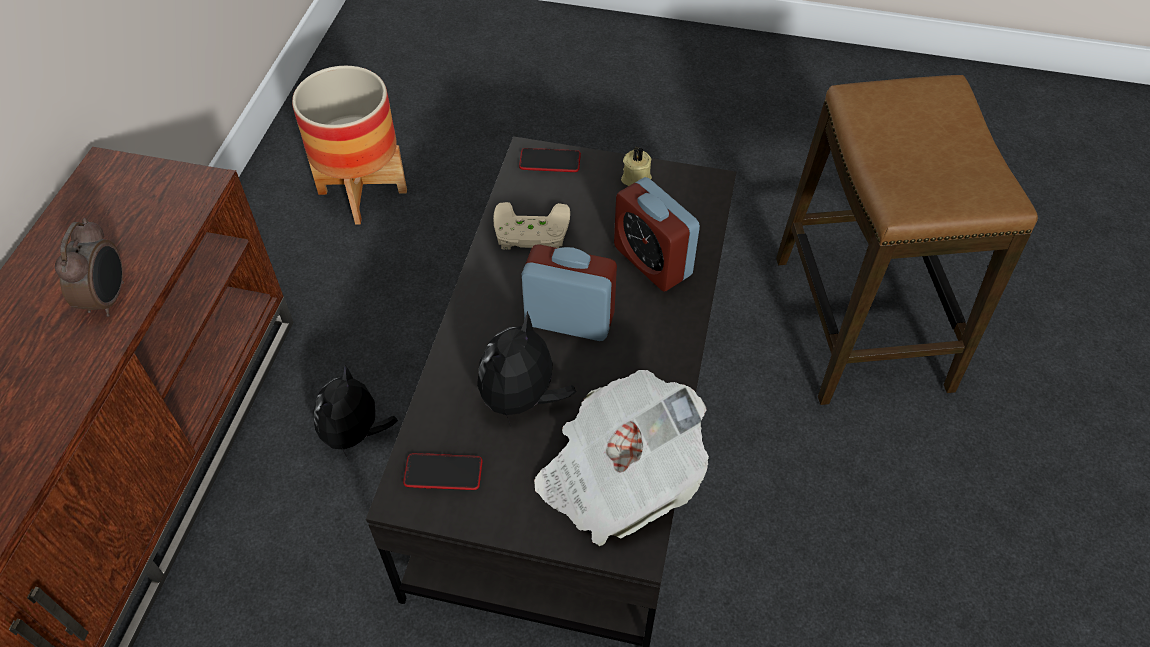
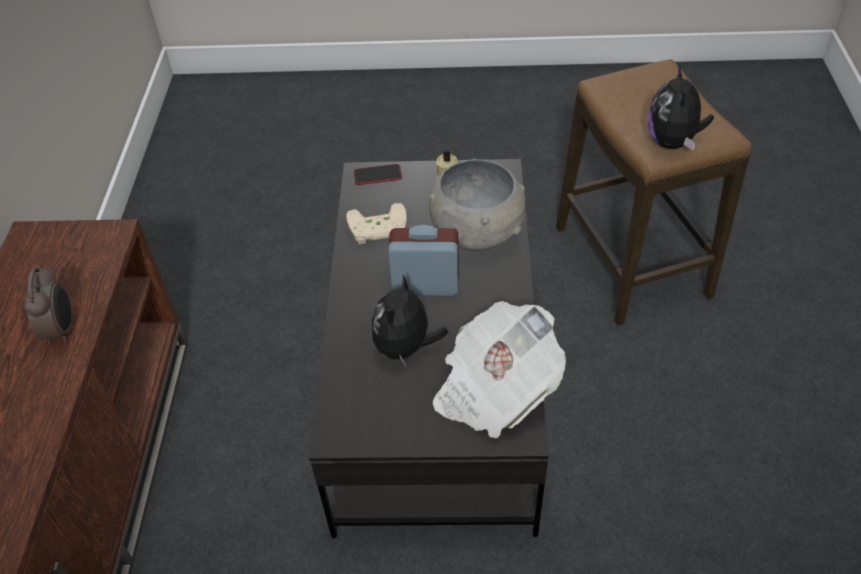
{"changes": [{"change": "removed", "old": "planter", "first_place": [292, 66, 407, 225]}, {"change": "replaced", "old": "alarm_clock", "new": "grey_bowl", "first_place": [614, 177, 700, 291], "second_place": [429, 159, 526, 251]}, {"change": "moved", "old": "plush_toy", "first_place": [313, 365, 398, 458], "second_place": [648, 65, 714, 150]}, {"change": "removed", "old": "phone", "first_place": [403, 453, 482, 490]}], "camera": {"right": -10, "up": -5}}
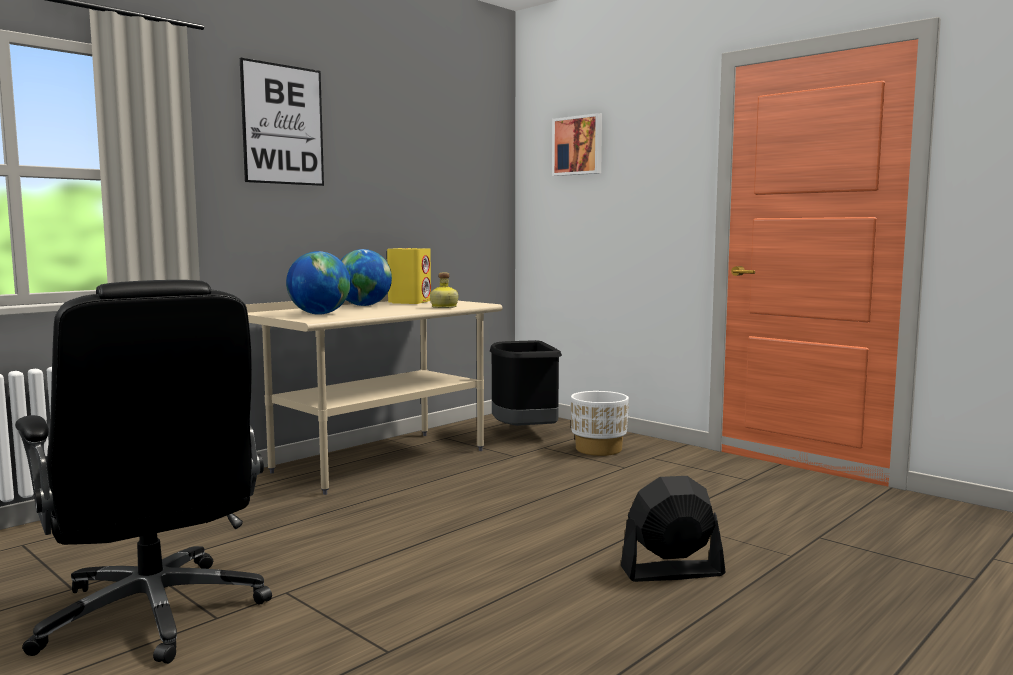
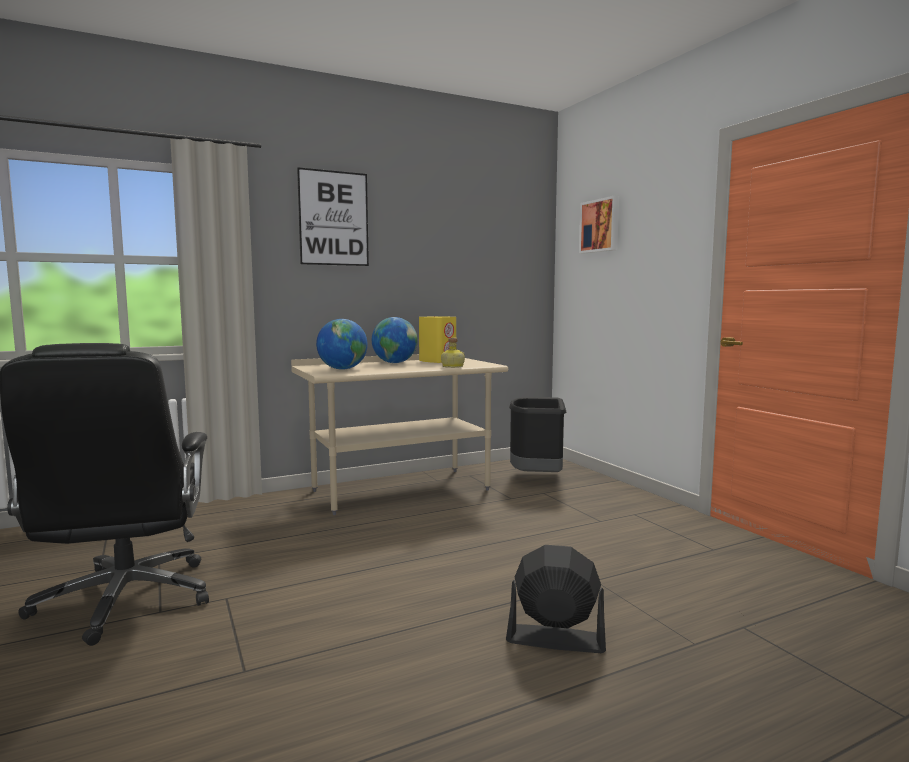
{"changes": [{"change": "removed", "old": "white_planter", "first_place": [571, 391, 629, 456]}], "camera": {"right": 20, "up": 0}}
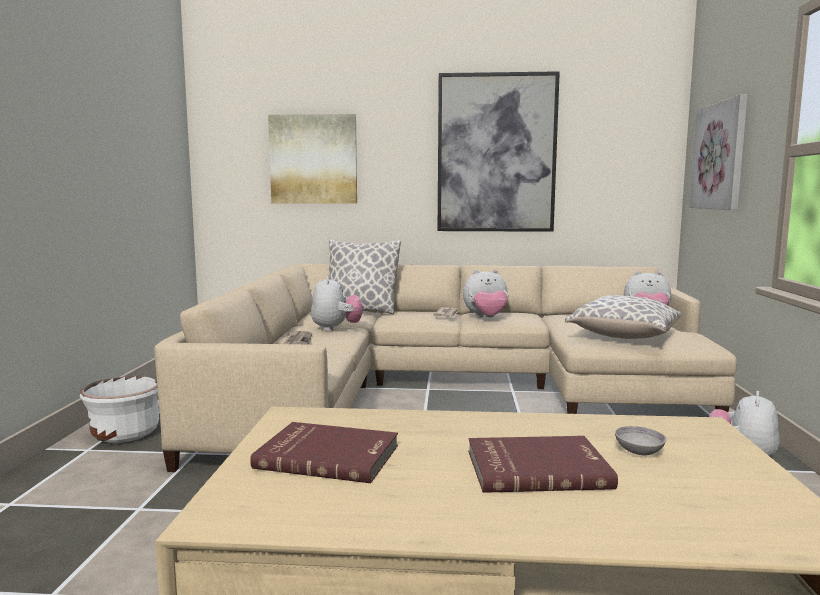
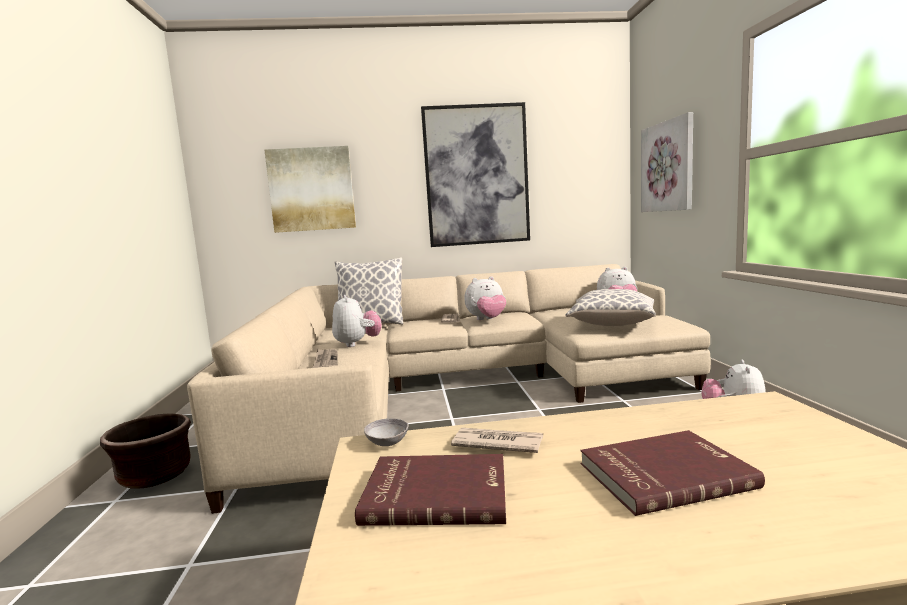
{"changes": [{"change": "recoloured", "old": "white_planter", "new": "brown_planter", "first_place": [80, 376, 159, 443], "second_place": [100, 413, 191, 489]}, {"change": "moved", "old": "grey_bowl", "first_place": [615, 426, 666, 455], "second_place": [364, 418, 409, 446]}, {"change": "added", "new": "newspaper", "second_place": [451, 428, 543, 453]}], "camera": {"right": -10, "up": 0}}
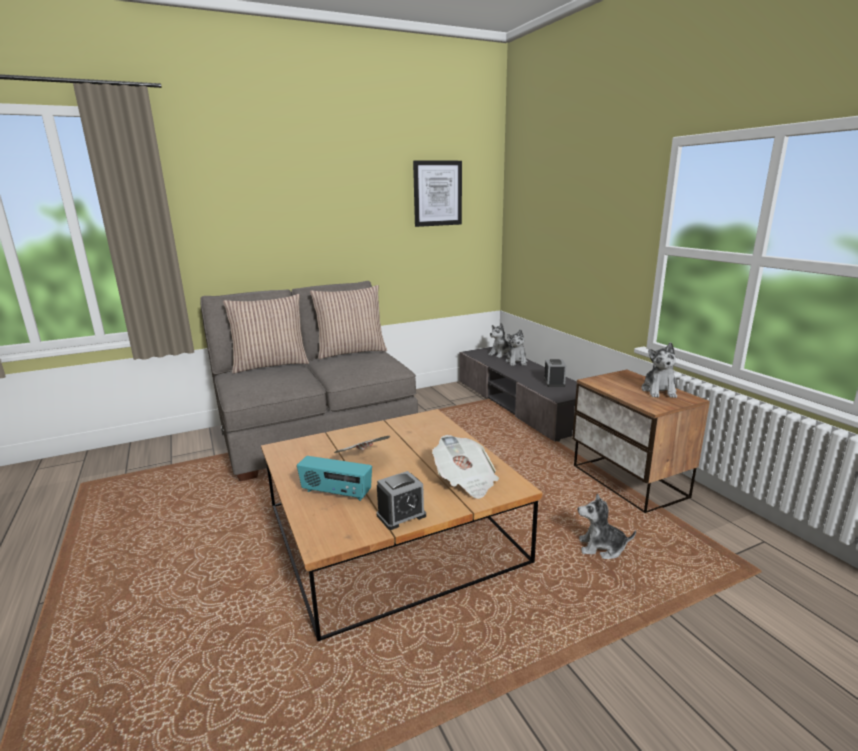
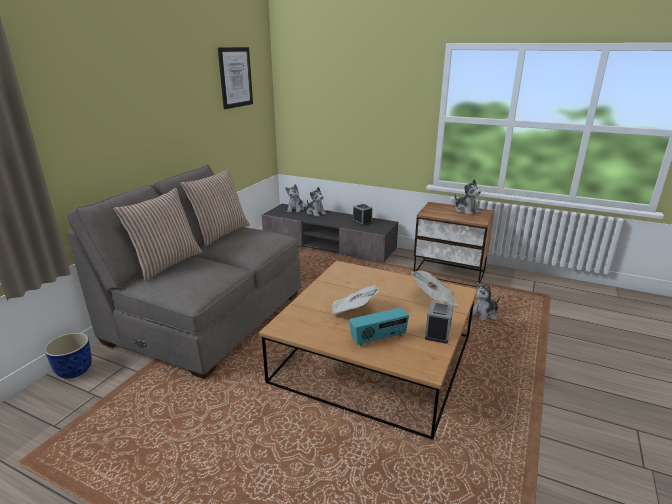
{"changes": [{"change": "added", "new": "planter", "second_place": [44, 333, 92, 379]}], "camera": {"right": -40, "up": 5}}
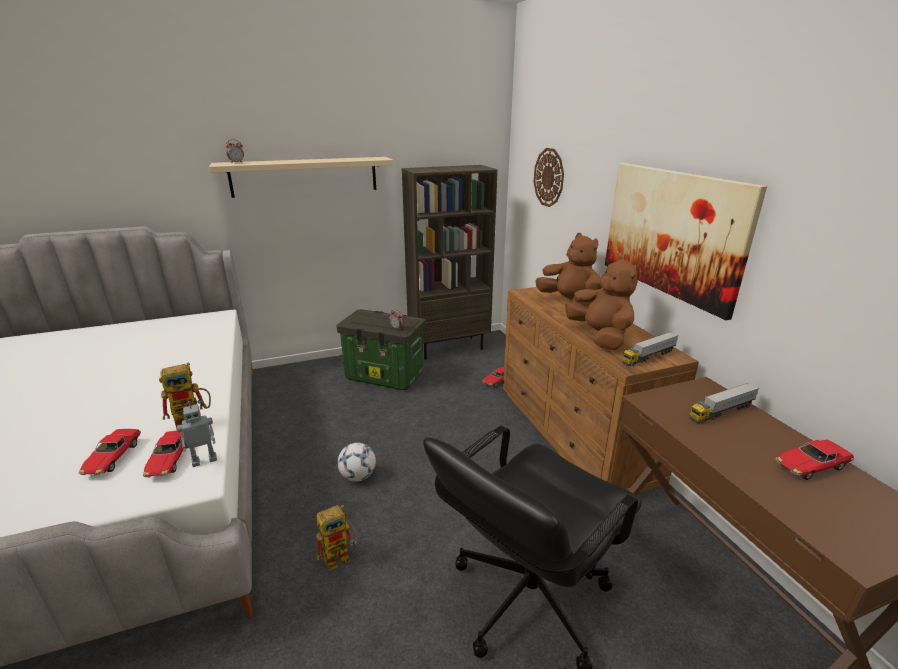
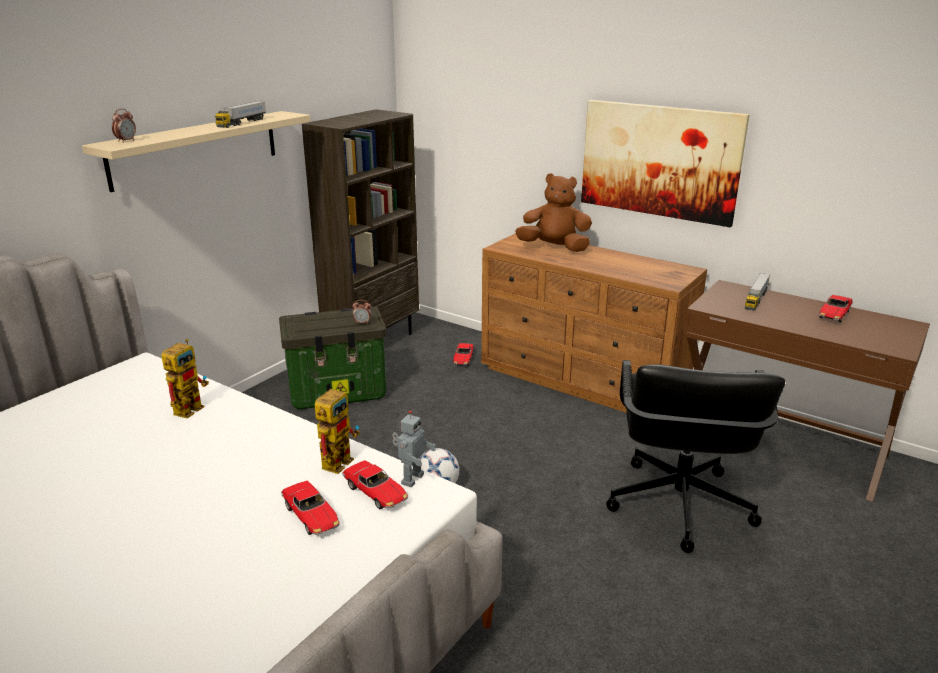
{"changes": [{"change": "removed", "old": "wall_clock", "first_place": [534, 148, 564, 207]}, {"change": "removed", "old": "brown_plush_toy", "first_place": [565, 256, 638, 350]}, {"change": "moved", "old": "toy_truck", "first_place": [622, 332, 679, 366], "second_place": [215, 101, 266, 128]}, {"change": "moved", "old": "toy_robot", "first_place": [316, 505, 357, 571], "second_place": [161, 339, 209, 418]}], "camera": {"right": -35, "up": 0}}
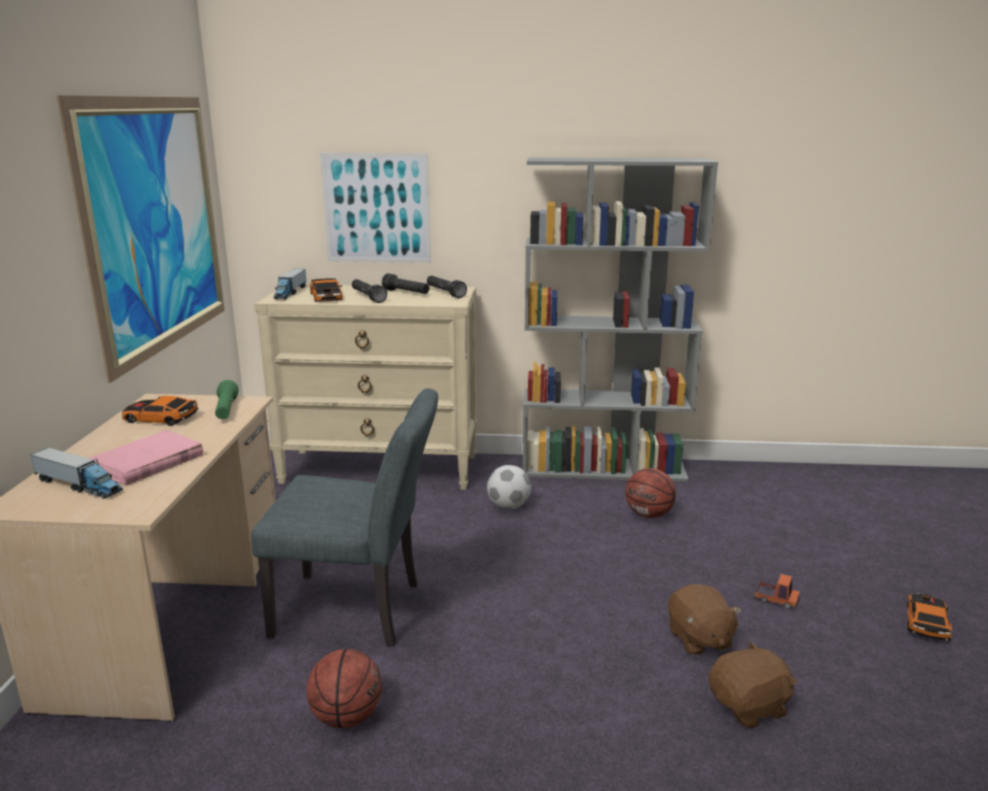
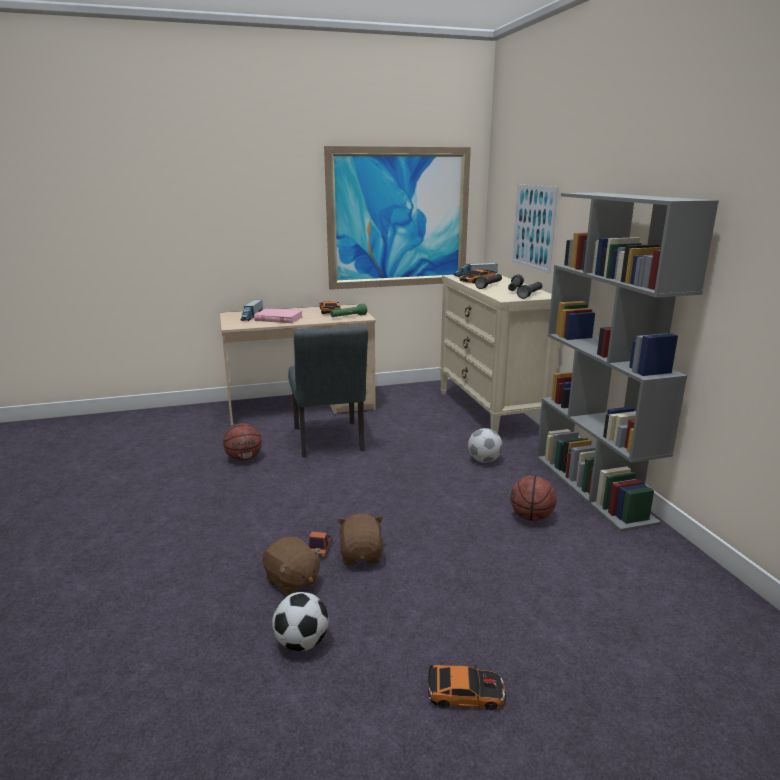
{"changes": [{"change": "moved", "old": "toy_truck", "first_place": [754, 574, 800, 609], "second_place": [308, 532, 333, 558]}, {"change": "turned", "old": "brown_plush_toy", "first_place": [668, 584, 742, 655], "second_place": [337, 514, 383, 565], "degrees": 120}, {"change": "added", "new": "football", "second_place": [272, 592, 329, 651]}], "camera": {"right": 70, "up": 0}}
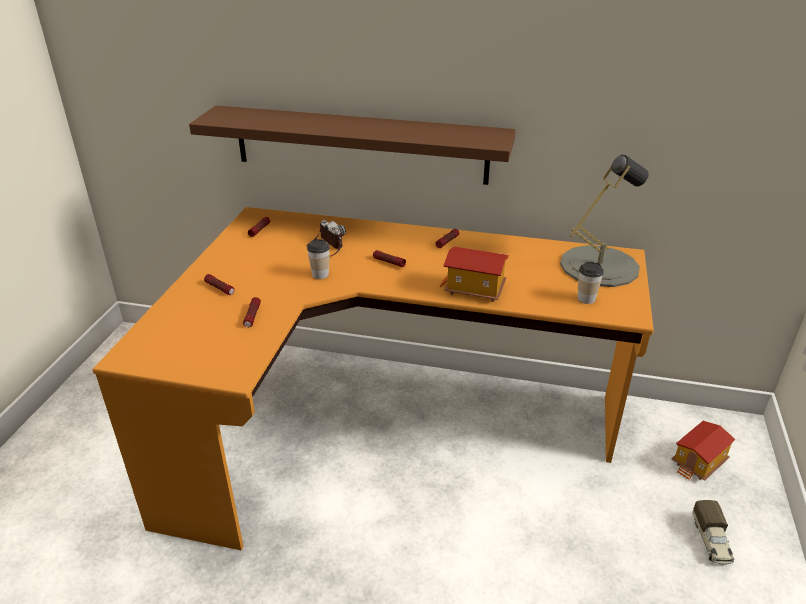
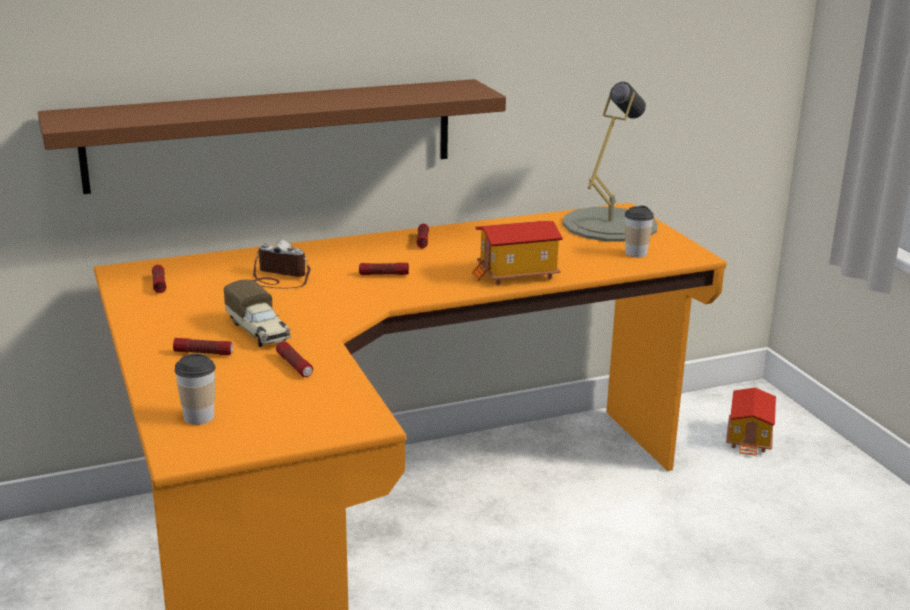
{"changes": [{"change": "moved", "old": "cup", "first_place": [307, 239, 330, 279], "second_place": [174, 354, 216, 425]}, {"change": "moved", "old": "toy_truck", "first_place": [692, 500, 735, 565], "second_place": [224, 280, 292, 347]}], "camera": {"right": -35, "up": -10}}
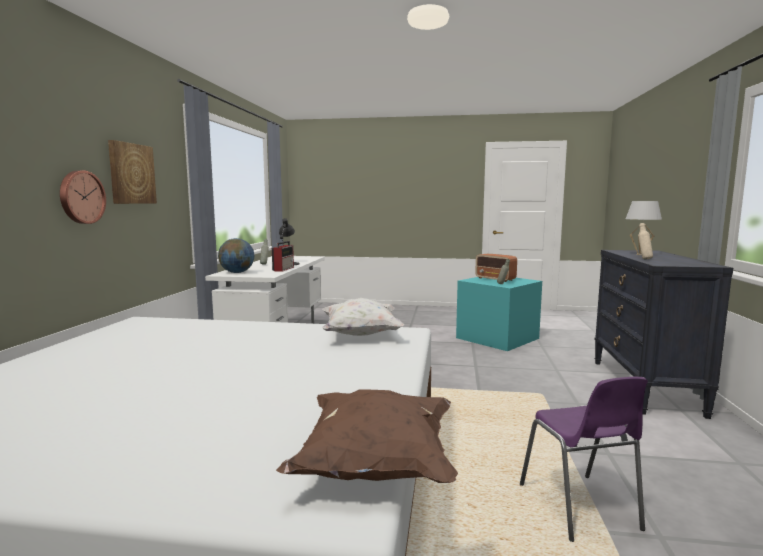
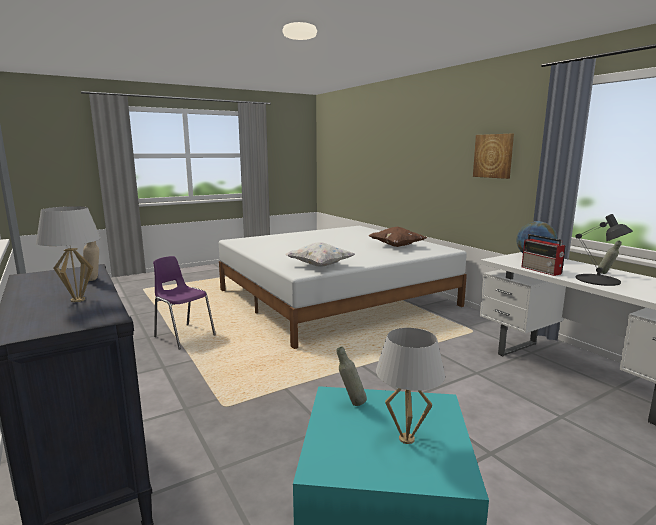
{"changes": [{"change": "removed", "old": "wall_clock", "first_place": [60, 170, 106, 224]}, {"change": "replaced", "old": "radio", "new": "white_table_lamp", "first_place": [475, 254, 517, 282], "second_place": [376, 328, 445, 444]}, {"change": "moved", "old": "brown_pillow", "first_place": [276, 390, 458, 483], "second_place": [368, 227, 427, 247]}], "camera": {"right": 140, "up": 5}}
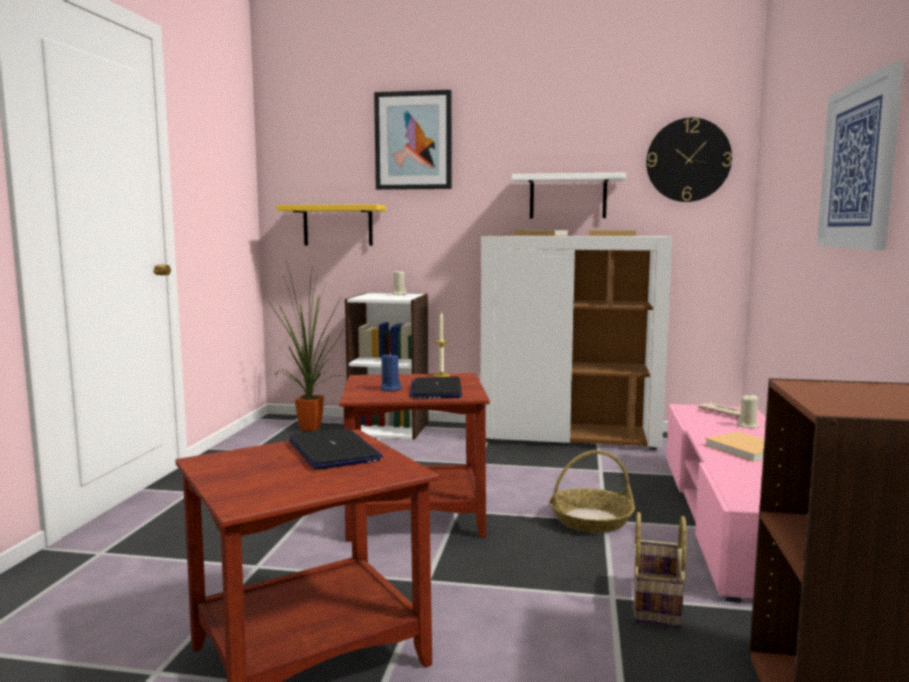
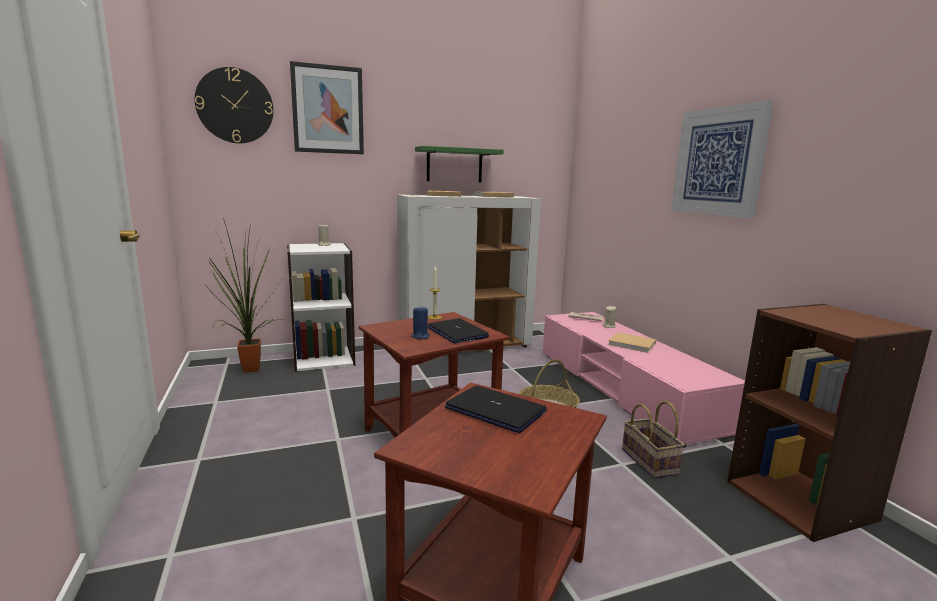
{"changes": [{"change": "moved", "old": "wall_clock", "first_place": [646, 118, 732, 202], "second_place": [195, 67, 273, 143]}, {"change": "recoloured", "old": "white_shelf", "new": "green_shelf", "first_place": [512, 172, 626, 219], "second_place": [415, 146, 504, 182]}, {"change": "removed", "old": "yellow_shelf", "first_place": [276, 204, 386, 246]}], "camera": {"right": -30, "up": 5}}
